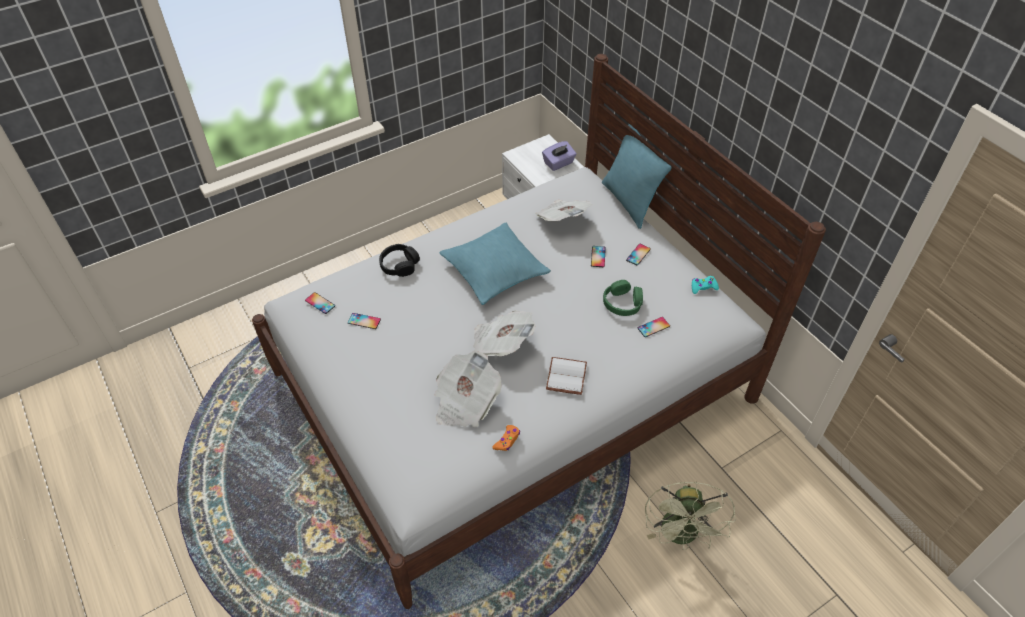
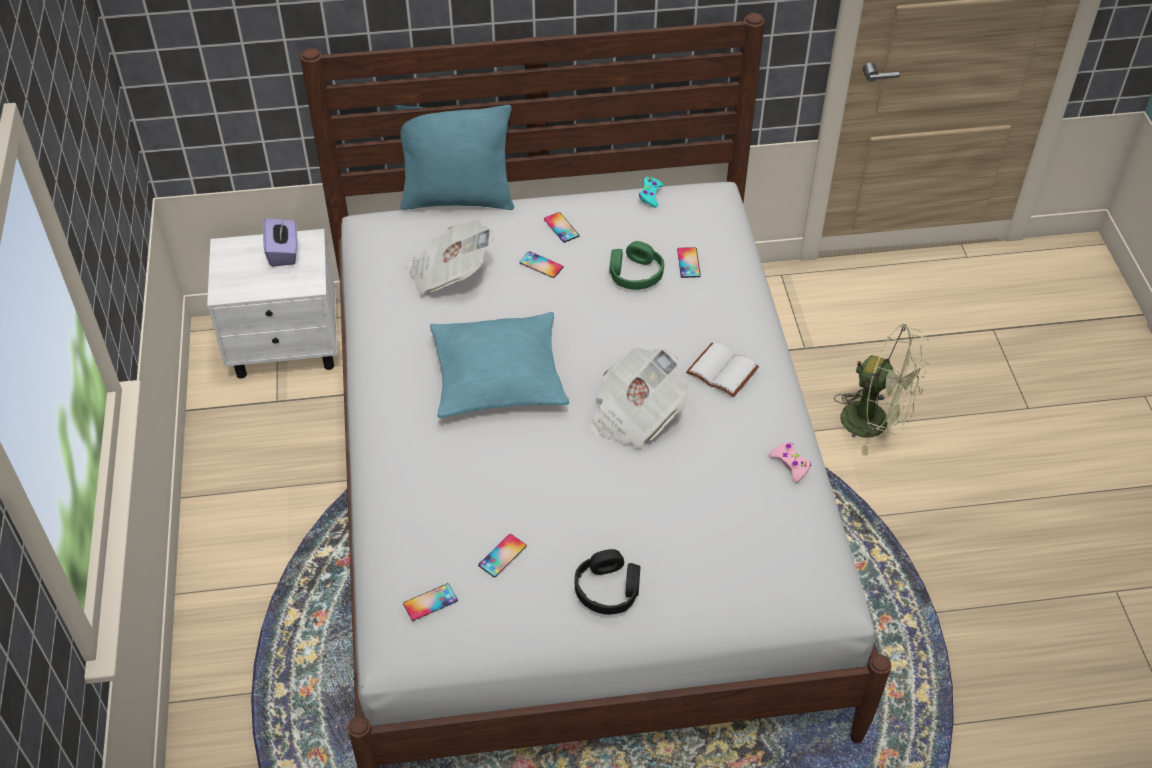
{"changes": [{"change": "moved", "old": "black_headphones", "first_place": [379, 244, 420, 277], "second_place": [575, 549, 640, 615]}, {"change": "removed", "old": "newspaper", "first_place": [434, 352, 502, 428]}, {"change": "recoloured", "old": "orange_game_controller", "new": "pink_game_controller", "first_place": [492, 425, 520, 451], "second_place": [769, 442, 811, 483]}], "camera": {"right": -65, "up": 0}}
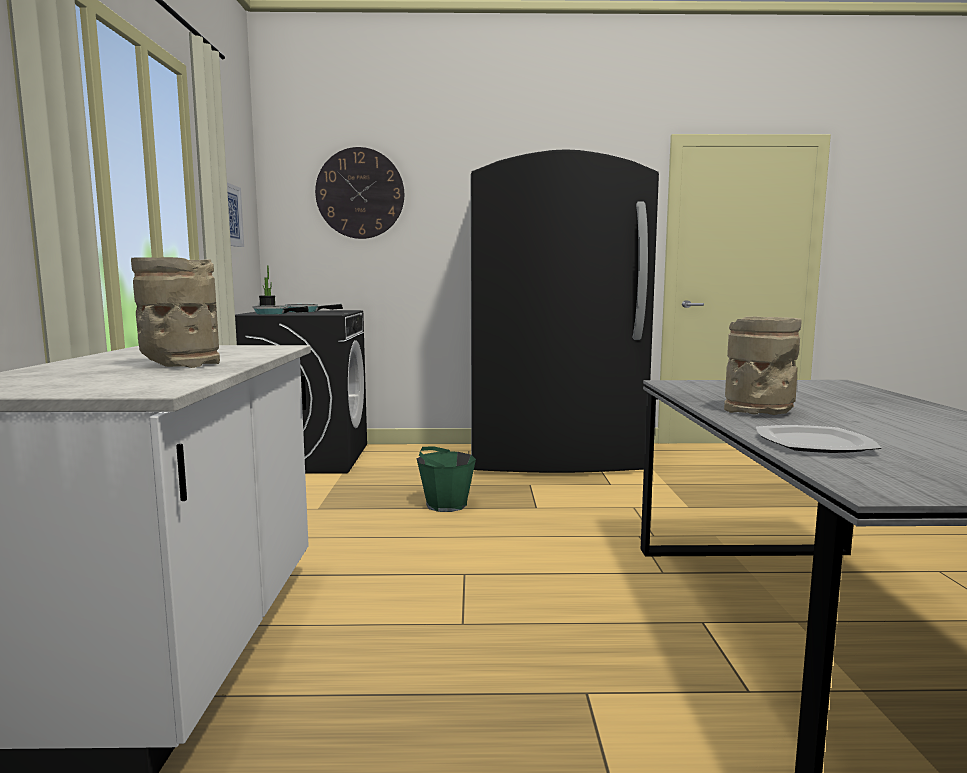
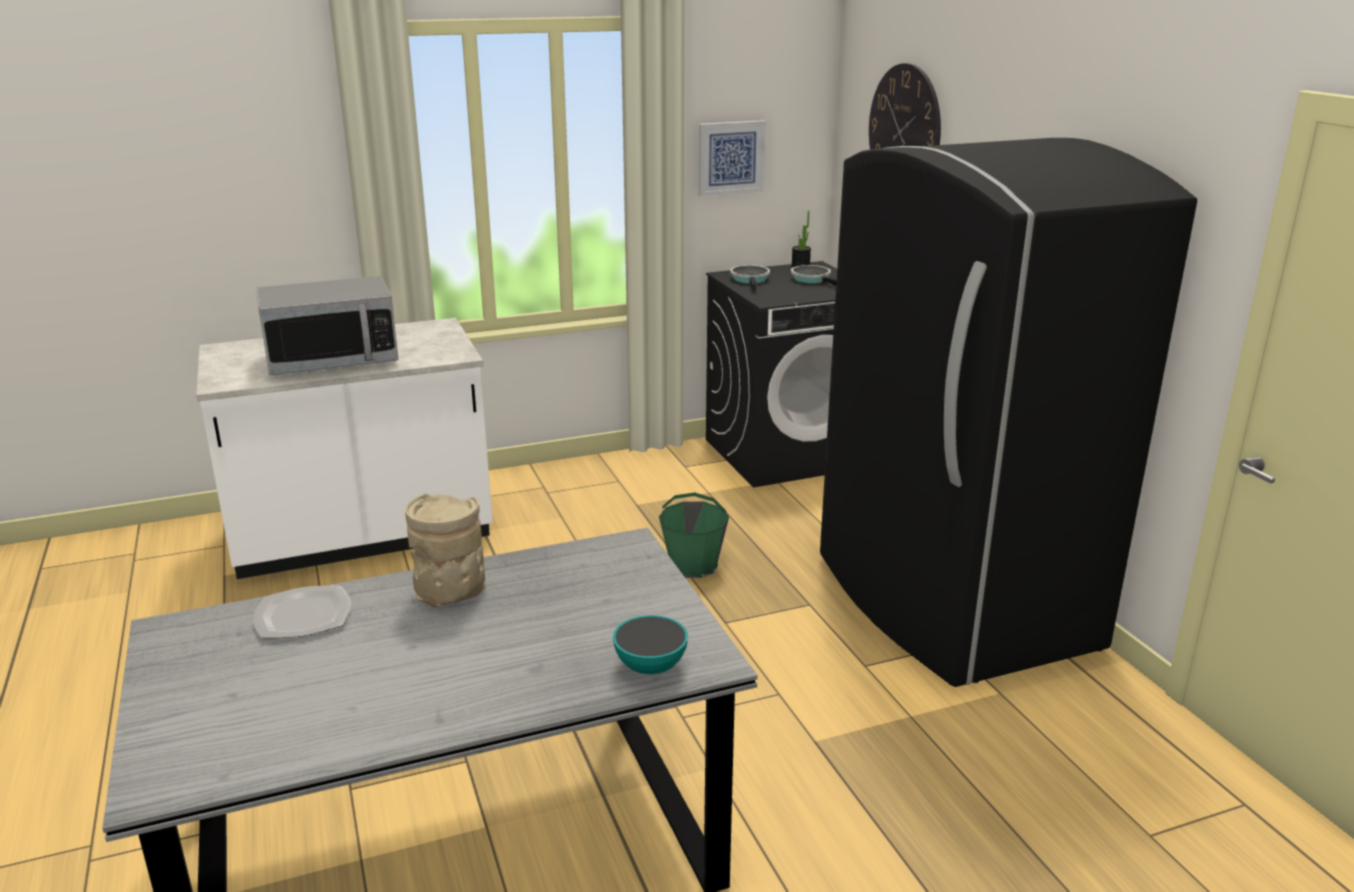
{"changes": [{"change": "replaced", "old": "beige_vase", "new": "microwave", "first_place": [131, 257, 220, 368], "second_place": [256, 276, 399, 375]}, {"change": "added", "new": "bowl", "second_place": [613, 615, 688, 674]}], "camera": {"right": 70, "up": 15}}
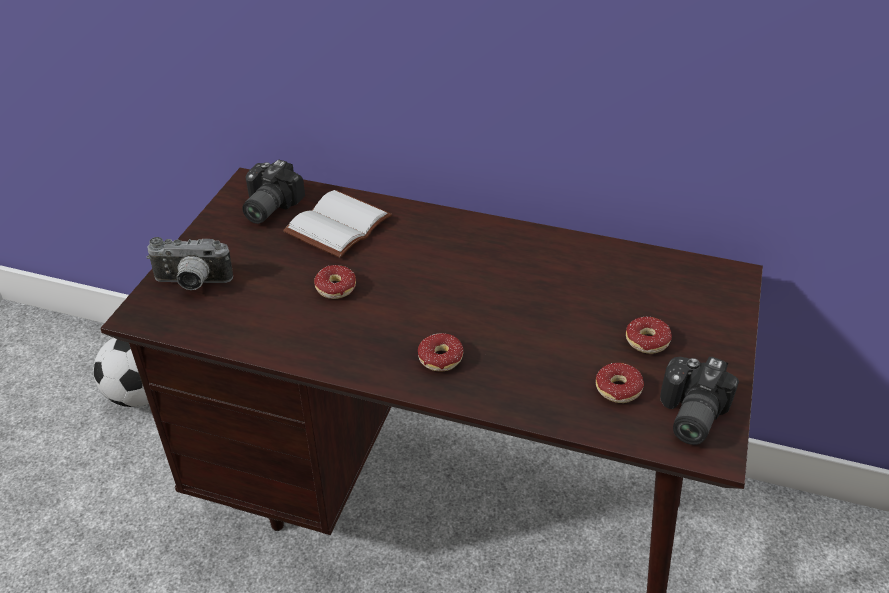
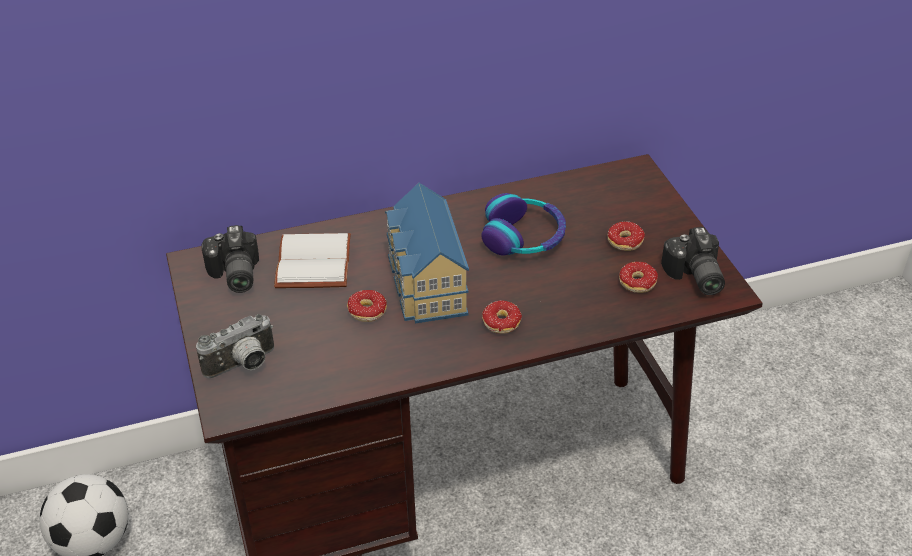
{"changes": [{"change": "added", "new": "toy_house", "second_place": [385, 183, 469, 323]}, {"change": "added", "new": "headphones", "second_place": [481, 193, 566, 256]}], "camera": {"right": -35, "up": 0}}
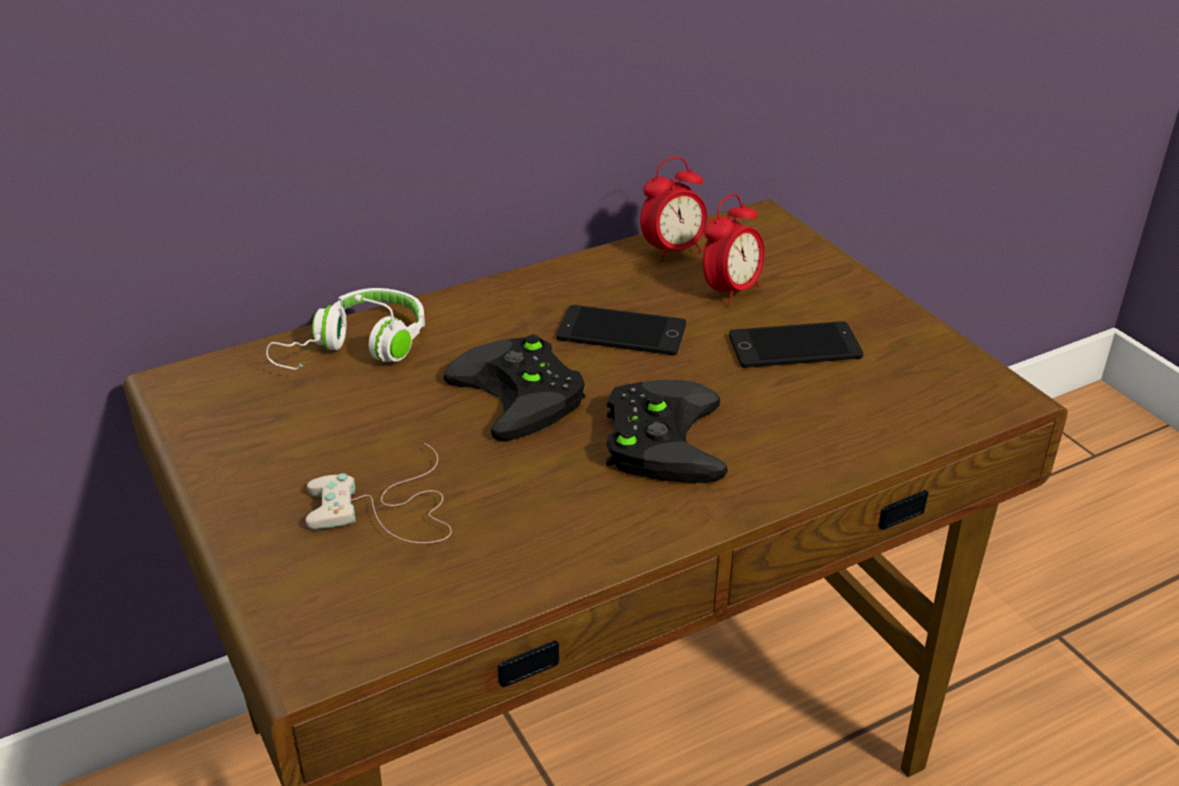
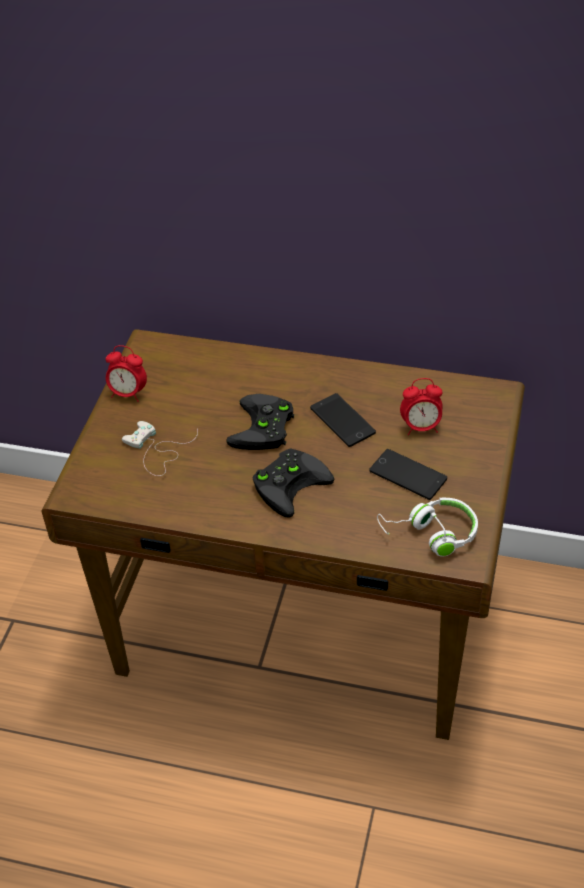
{"changes": [{"change": "moved", "old": "alarm_clock", "first_place": [640, 157, 708, 262], "second_place": [106, 345, 147, 402]}, {"change": "moved", "old": "white_headphones", "first_place": [266, 288, 425, 370], "second_place": [377, 498, 478, 556]}], "camera": {"right": 45, "up": 10}}
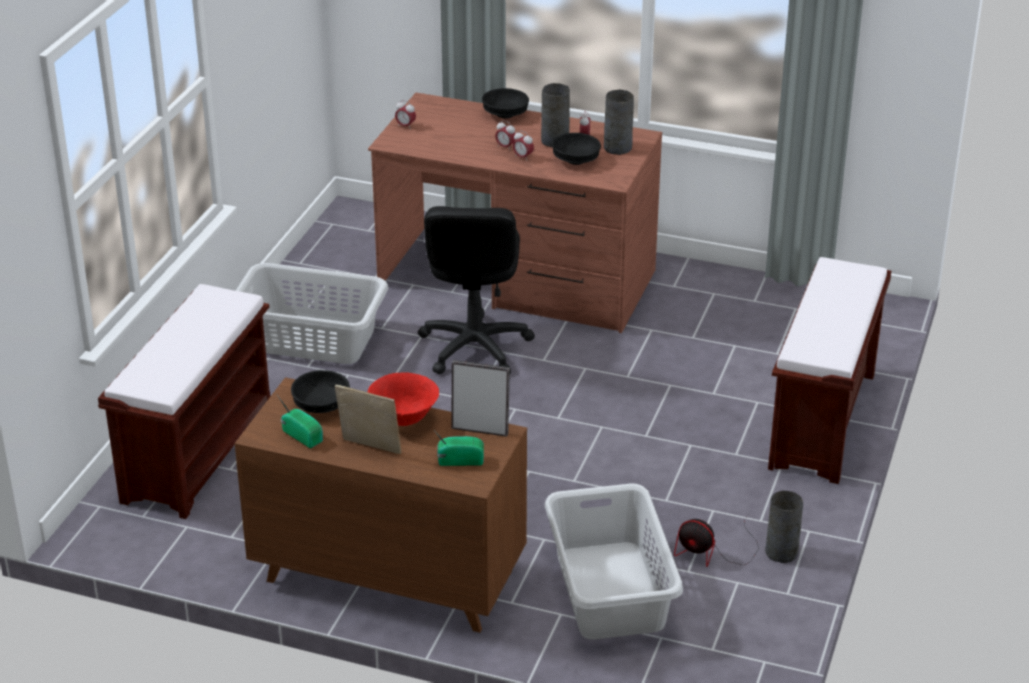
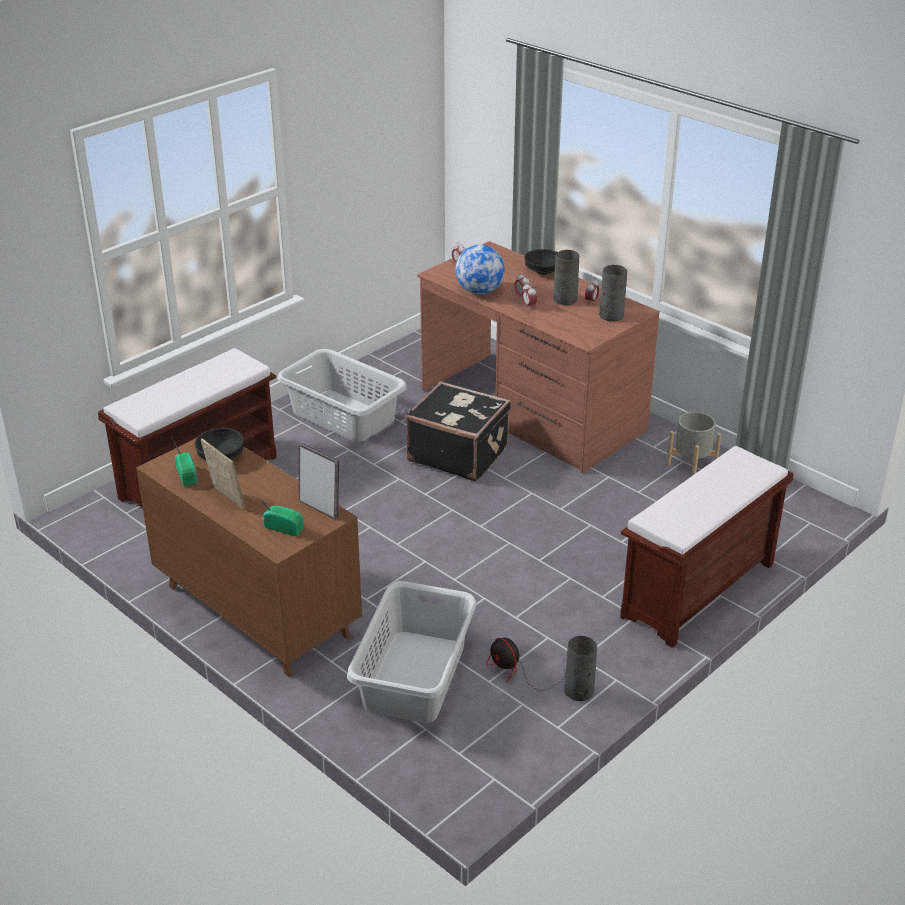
{"changes": [{"change": "removed", "old": "black_bowl", "first_place": [552, 133, 601, 165]}, {"change": "replaced", "old": "black_office_chair", "new": "black_suitcase", "first_place": [418, 206, 535, 374], "second_place": [405, 381, 511, 481]}, {"change": "removed", "old": "red_bowl", "first_place": [368, 372, 439, 426]}, {"change": "added", "new": "globe", "second_place": [455, 245, 505, 295]}, {"change": "added", "new": "grey_planter", "second_place": [666, 412, 721, 476]}], "camera": {"right": 25, "up": 0}}
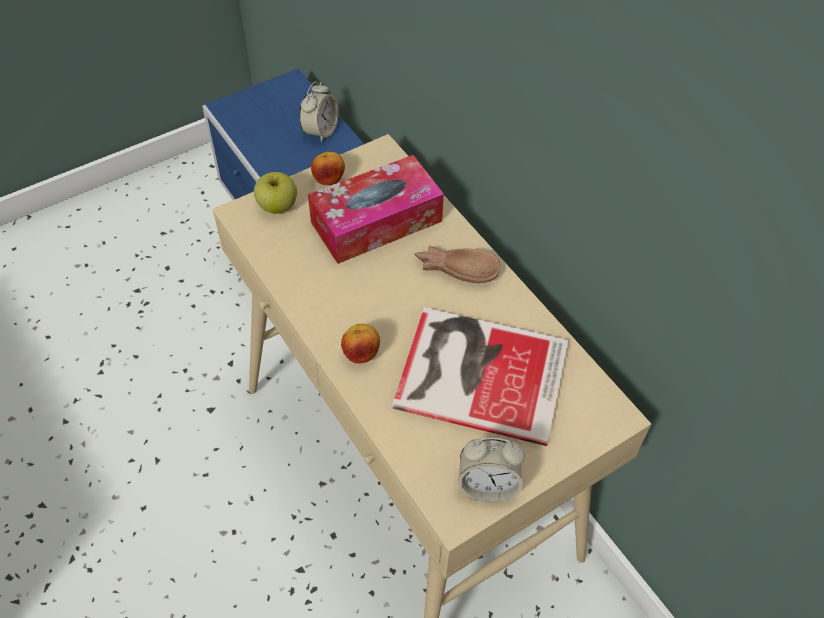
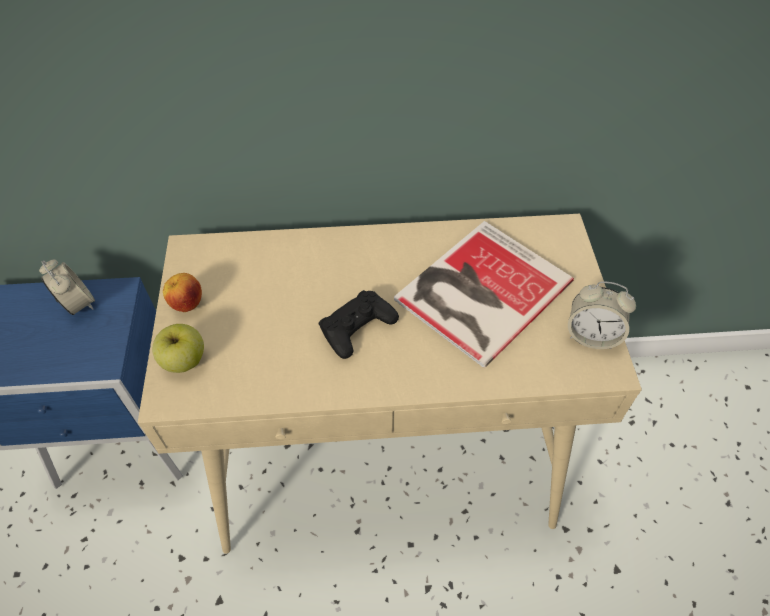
{"changes": [{"change": "removed", "old": "tissue_box", "first_place": [308, 155, 444, 264]}, {"change": "removed", "old": "brown_bowl", "first_place": [414, 246, 500, 283]}, {"change": "removed", "old": "apple", "first_place": [341, 324, 380, 364]}, {"change": "turned", "old": "alarm_clock", "first_place": [458, 438, 525, 503], "second_place": [568, 281, 636, 349], "degrees": 75}, {"change": "added", "new": "black_game_controller", "second_place": [319, 290, 399, 359]}], "camera": {"right": -60, "up": 0}}
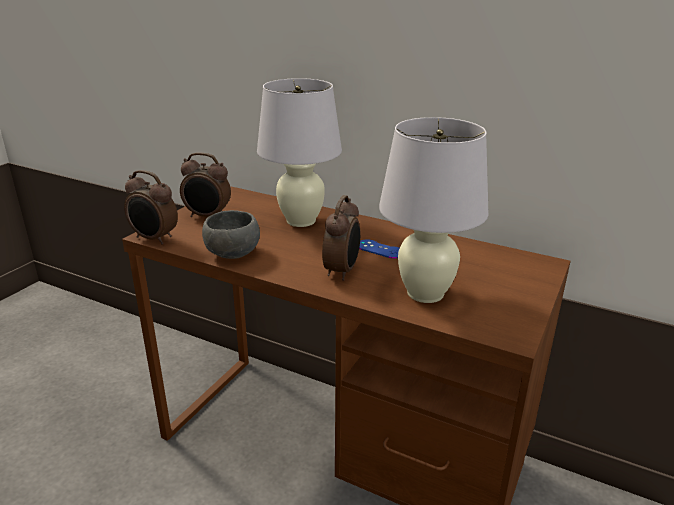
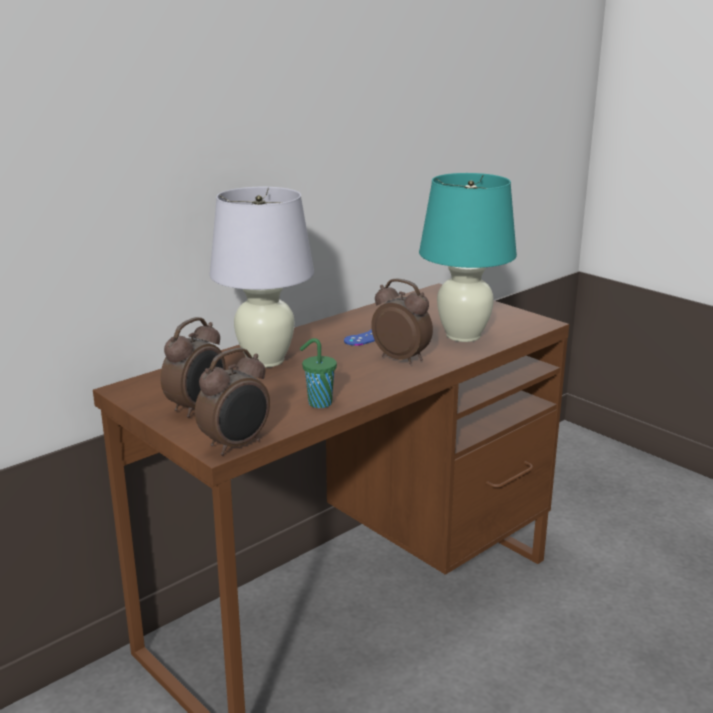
{"changes": [{"change": "recoloured", "old": "white_table_lamp", "new": "turquoise_table_lamp", "first_place": [379, 117, 489, 303], "second_place": [419, 173, 517, 342]}, {"change": "replaced", "old": "grey_bowl", "new": "green_cup", "first_place": [202, 210, 260, 259], "second_place": [300, 338, 337, 408]}], "camera": {"right": -70, "up": -5}}
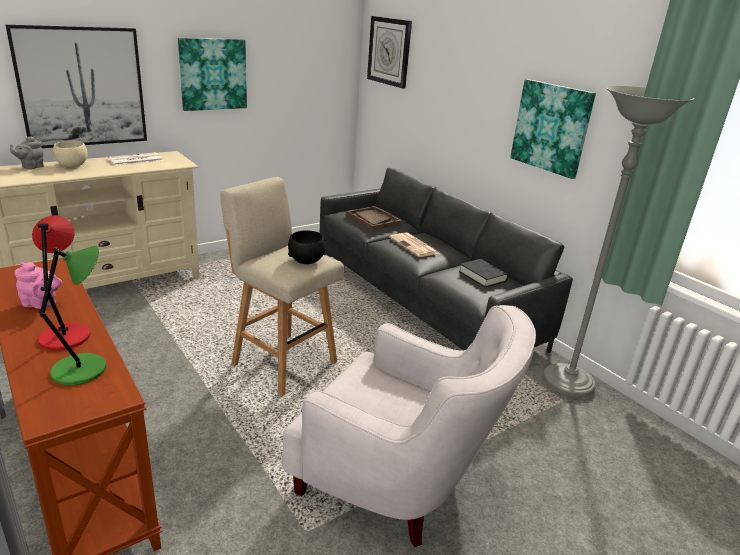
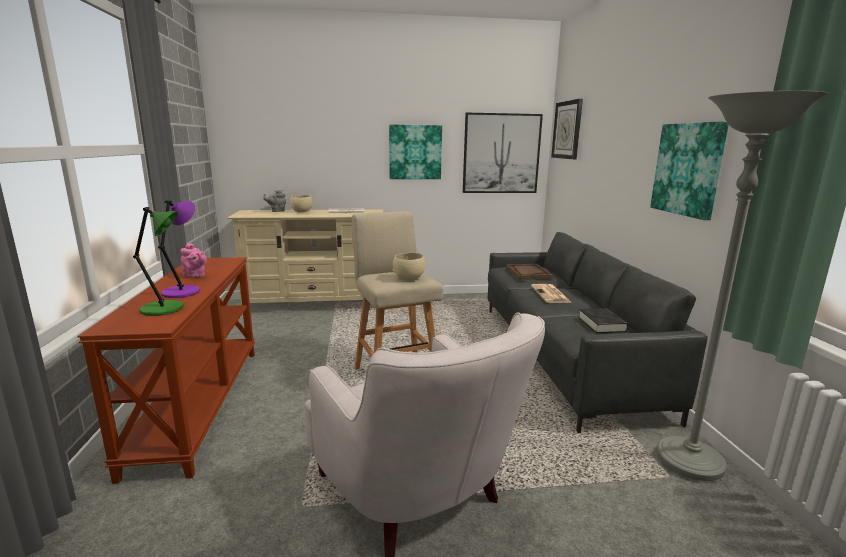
{"changes": [{"change": "moved", "old": "picture", "first_place": [6, 25, 147, 148], "second_place": [463, 113, 543, 193]}, {"change": "recoloured", "old": "red_table_lamp", "new": "purple_table_lamp", "first_place": [32, 215, 90, 350], "second_place": [158, 200, 200, 298]}, {"change": "recoloured", "old": "black_bowl", "new": "beige_bowl", "first_place": [288, 230, 326, 264], "second_place": [392, 253, 425, 280]}], "camera": {"right": 30, "up": -10}}
